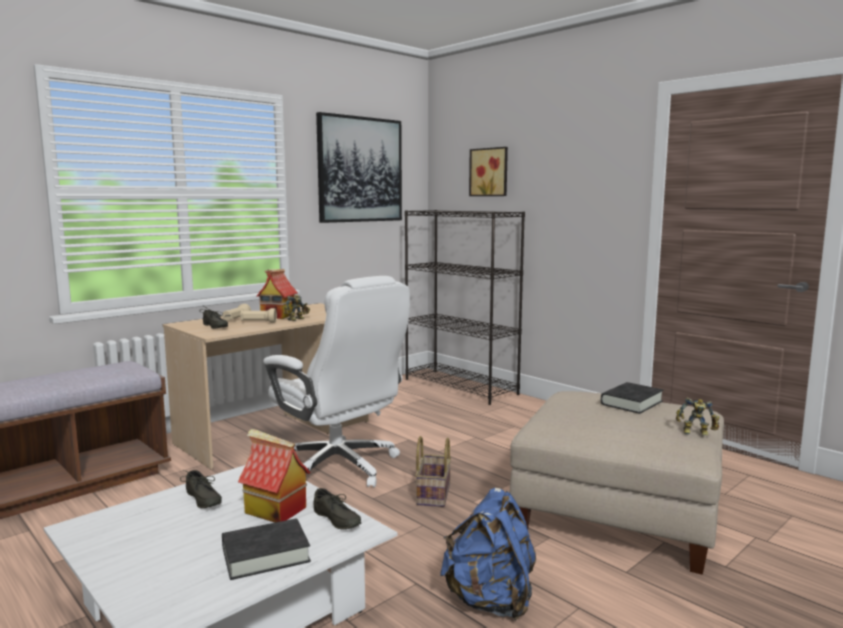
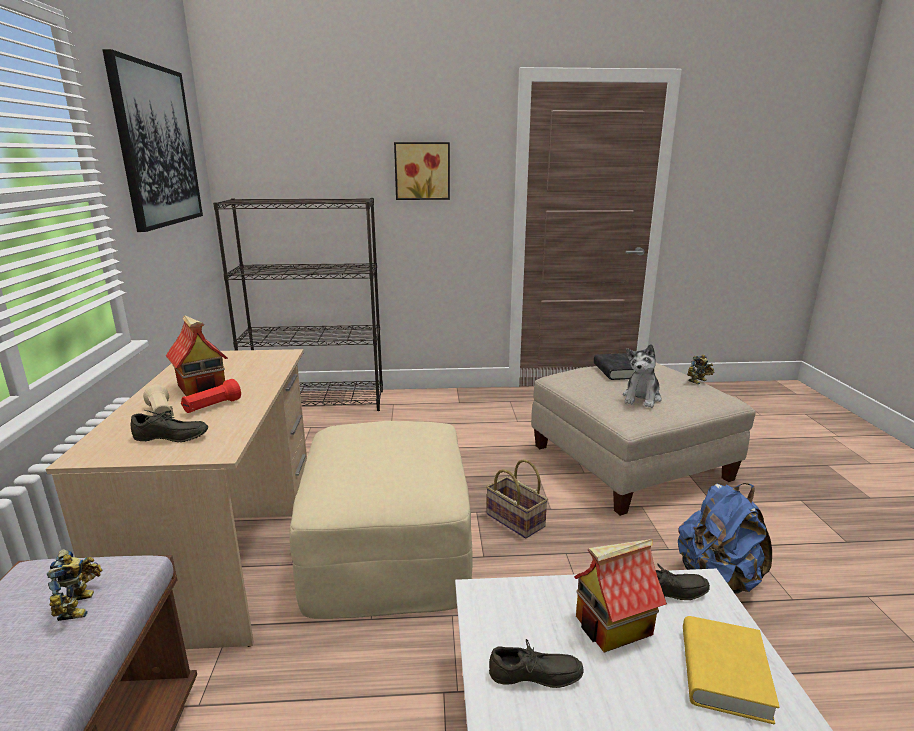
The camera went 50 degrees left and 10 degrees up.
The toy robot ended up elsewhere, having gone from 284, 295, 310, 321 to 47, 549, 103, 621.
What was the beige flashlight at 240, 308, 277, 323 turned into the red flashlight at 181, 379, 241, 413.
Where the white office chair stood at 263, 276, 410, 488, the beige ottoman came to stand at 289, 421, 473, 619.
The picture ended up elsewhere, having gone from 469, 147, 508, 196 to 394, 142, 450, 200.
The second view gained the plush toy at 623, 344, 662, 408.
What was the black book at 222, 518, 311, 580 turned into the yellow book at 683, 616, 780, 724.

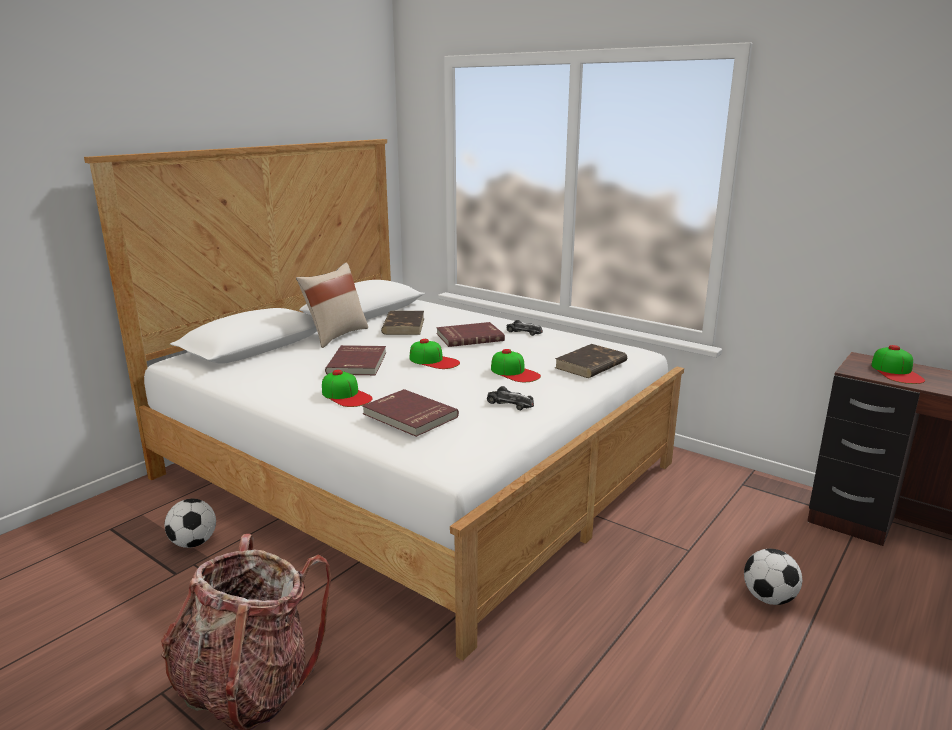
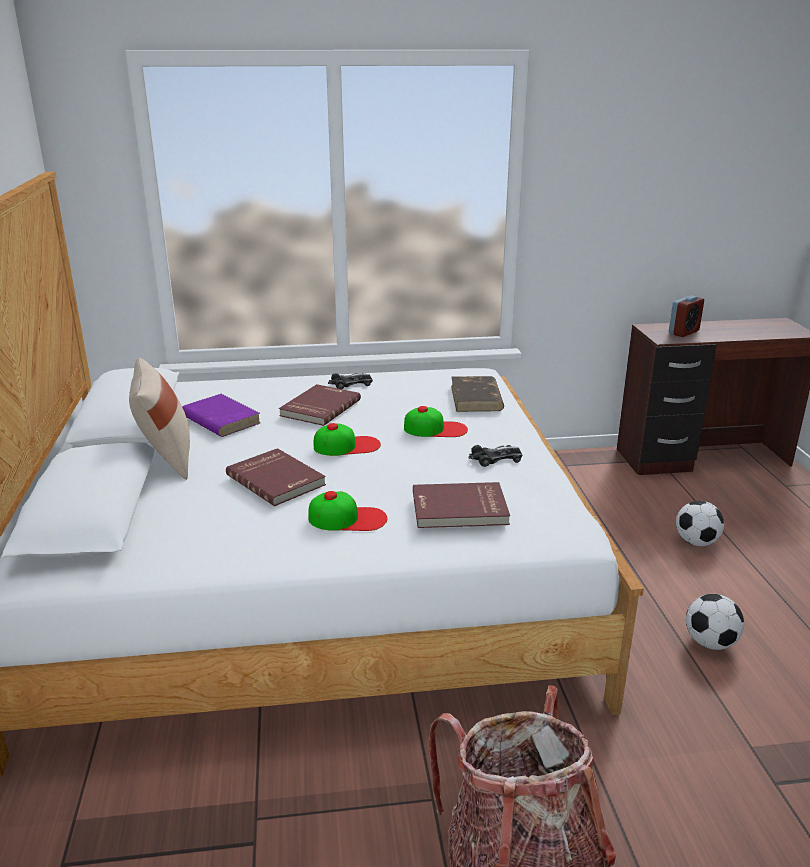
The camera went 45 degrees left and 5 degrees up.
What was the brown book at 381, 311, 424, 335 turned into the purple book at 182, 394, 260, 437.
Where the cap stood at 871, 345, 925, 384, the alarm clock came to stand at 669, 296, 704, 337.
The football ended up elsewhere, having gone from 164, 499, 216, 548 to 686, 594, 744, 650.

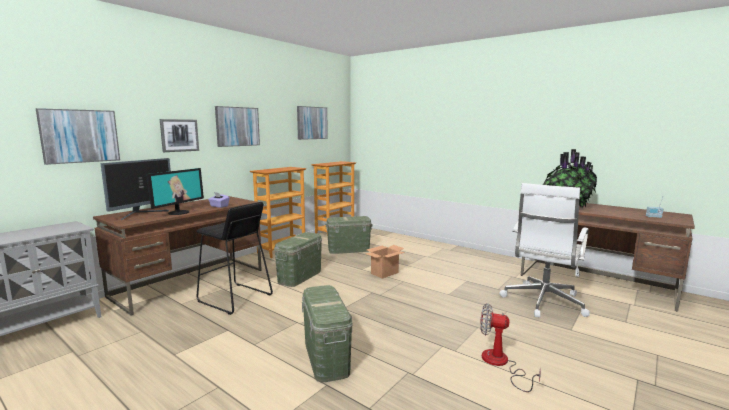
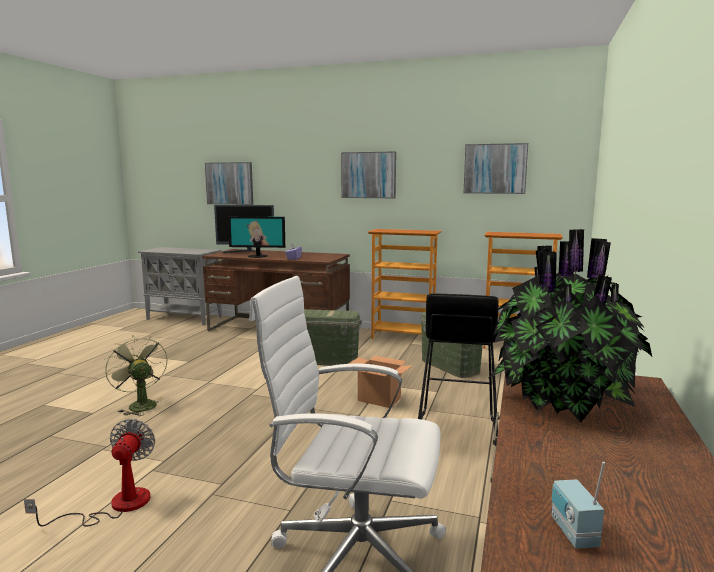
The camera went 70 degrees right and 0 degrees up.
Where the green storage box stood at 302, 285, 353, 383, the green fan came to stand at 104, 335, 168, 416.
The black stool ended up elsewhere, having gone from 196, 202, 273, 315 to 418, 293, 499, 446.
The second view lost the picture at 160, 119, 199, 152.

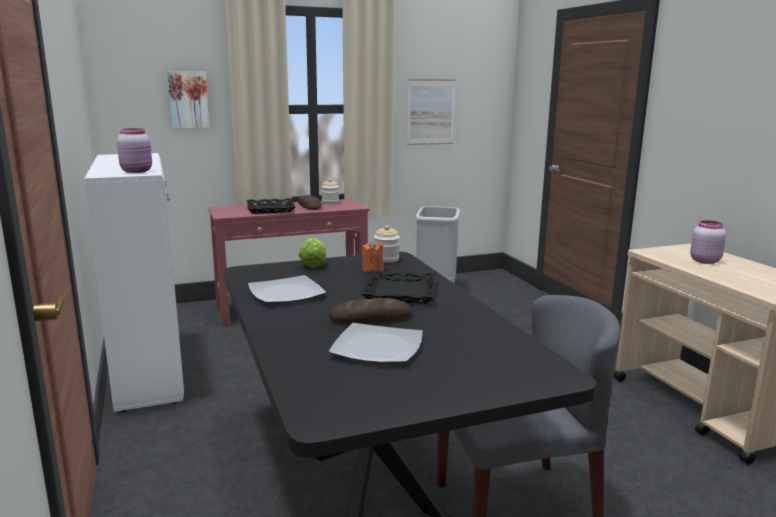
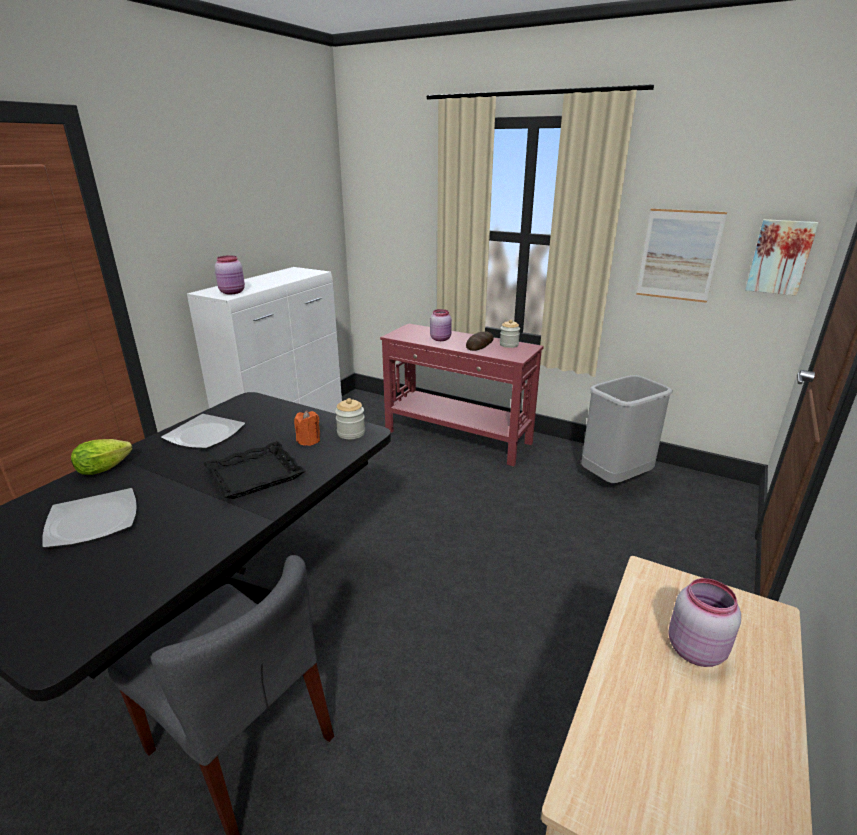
The camera went 50 degrees right and 10 degrees up.
The lettuce ended up elsewhere, having gone from 299, 238, 326, 268 to 71, 439, 132, 475.
Where the black tray stood at 247, 198, 295, 214, the pink jar came to stand at 430, 309, 452, 341.
The picture ended up elsewhere, having gone from 167, 71, 210, 129 to 745, 219, 818, 296.
The second view lost the bread at 329, 298, 412, 324.

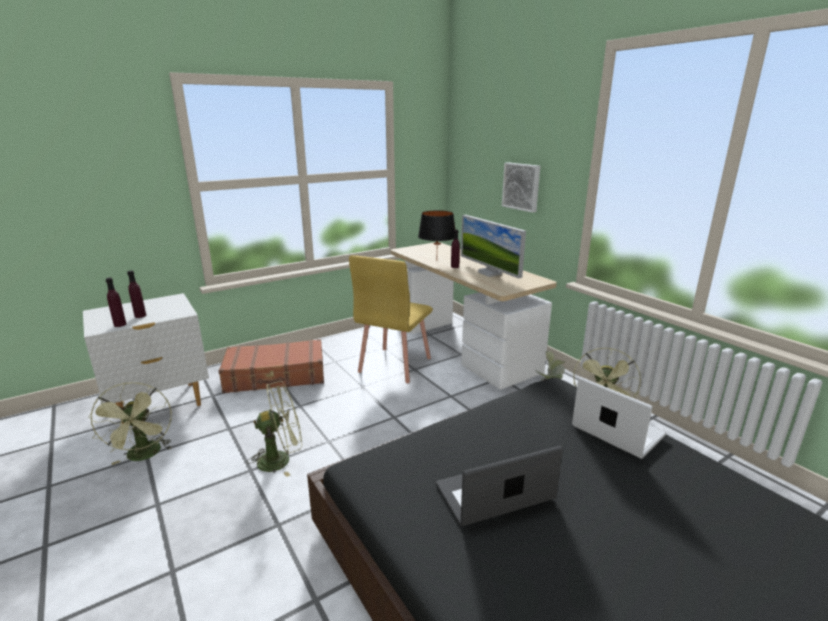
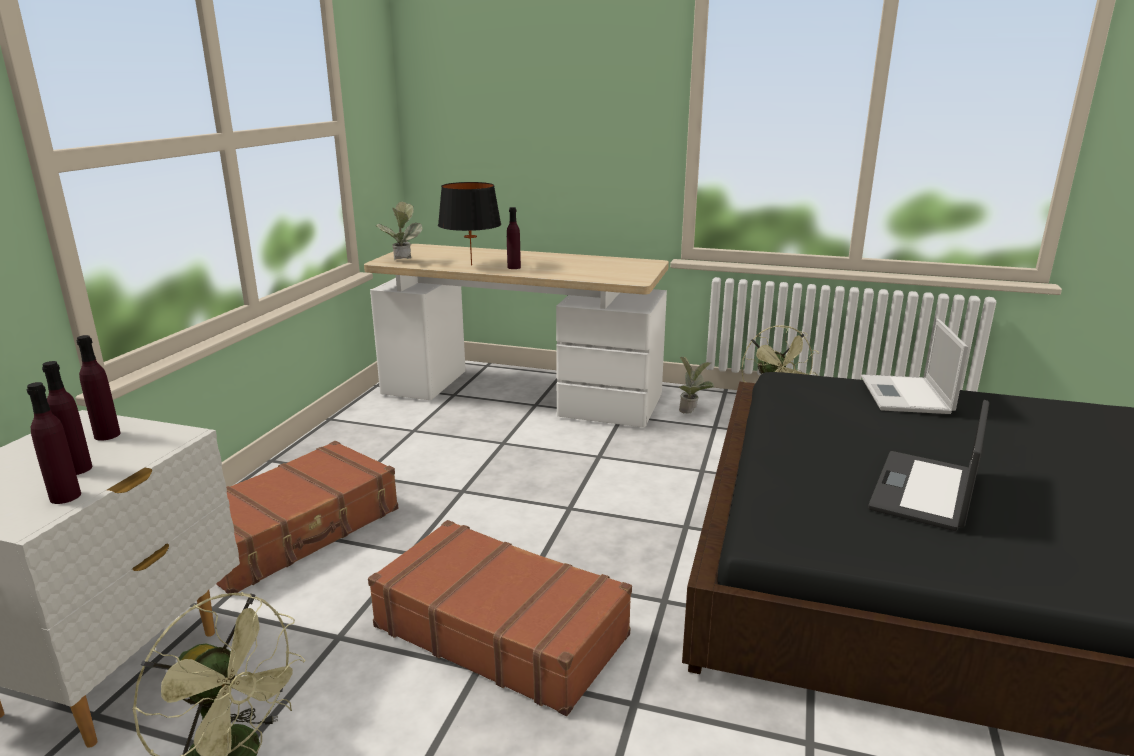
The camera went 40 degrees left and 0 degrees up.
The second view gained the purple bottle at 77, 335, 121, 441.
Where the green fan stood at 247, 381, 302, 477, the brown suitcase came to stand at 368, 520, 632, 716.
The second view gained the potted plant at 375, 202, 423, 260.
The laptop at 572, 377, 667, 459 ended up facing another way, 90 degrees counterclockwise from before.
The second view lost the yellow chair at 349, 255, 433, 383.
The second view lost the monitor at 461, 215, 526, 279.
The second view lost the picture at 502, 162, 540, 213.

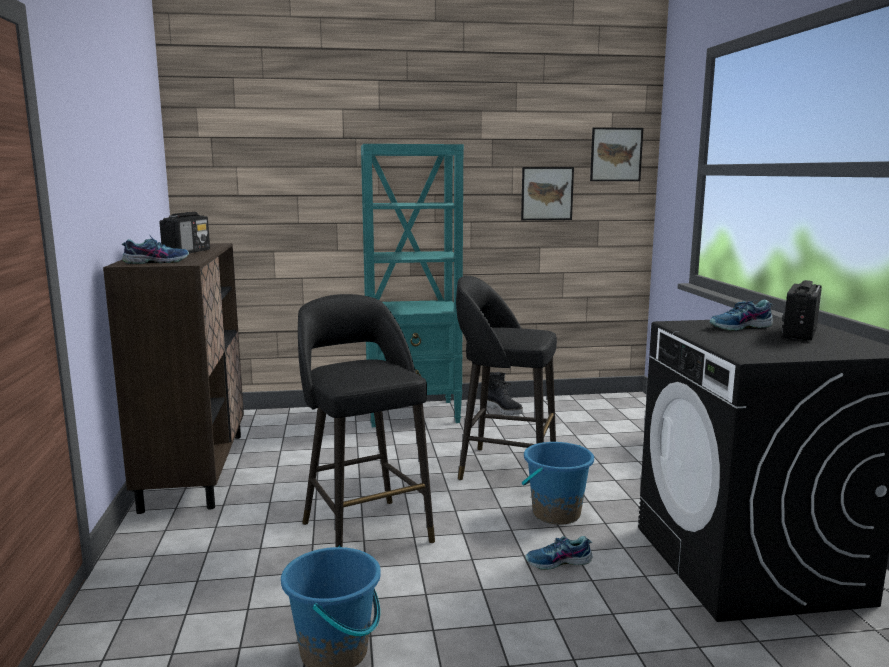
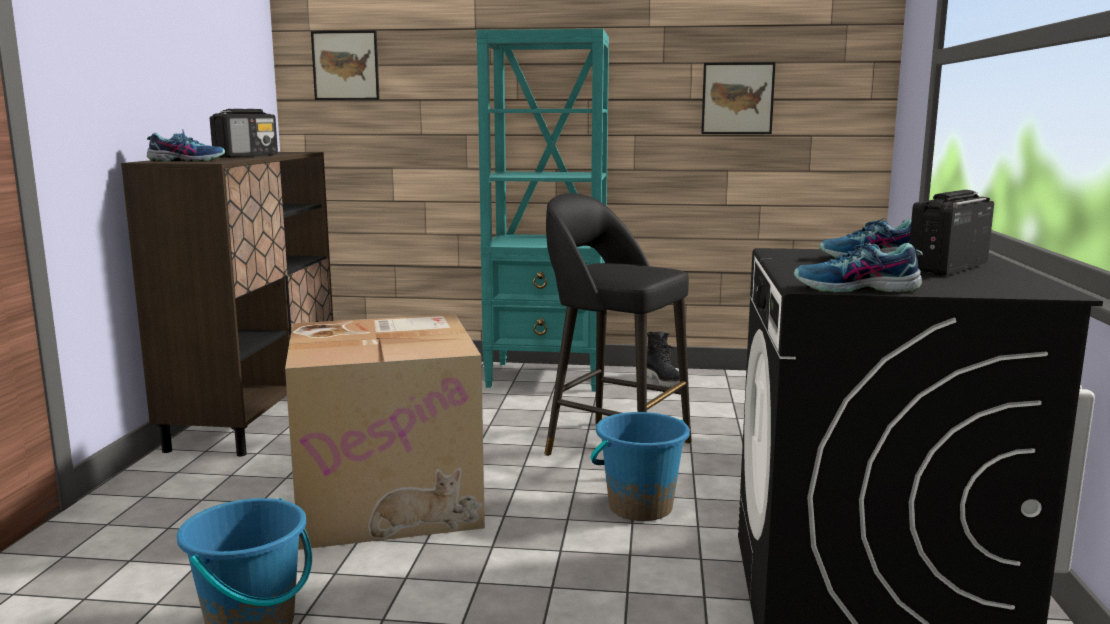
The camera went 15 degrees right and 0 degrees up.
Where the black stool stood at 298, 294, 435, 547, the cardboard box came to stand at 285, 314, 485, 550.
The picture ended up elsewhere, having gone from 590, 127, 643, 181 to 311, 30, 380, 100.
The shoe ended up elsewhere, having gone from 525, 536, 592, 570 to 794, 241, 923, 292.

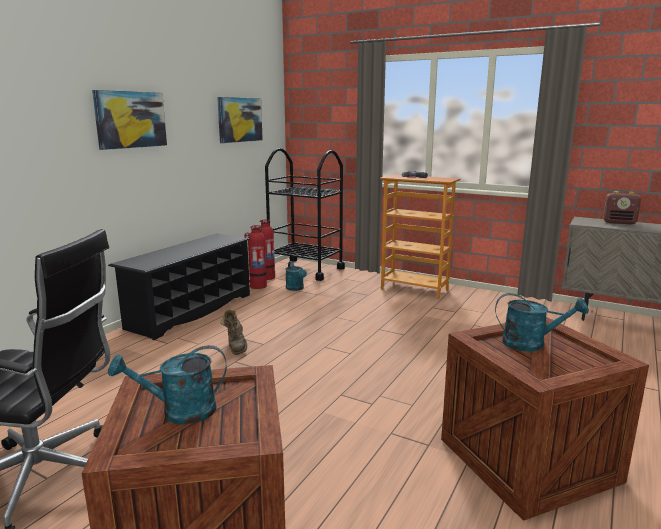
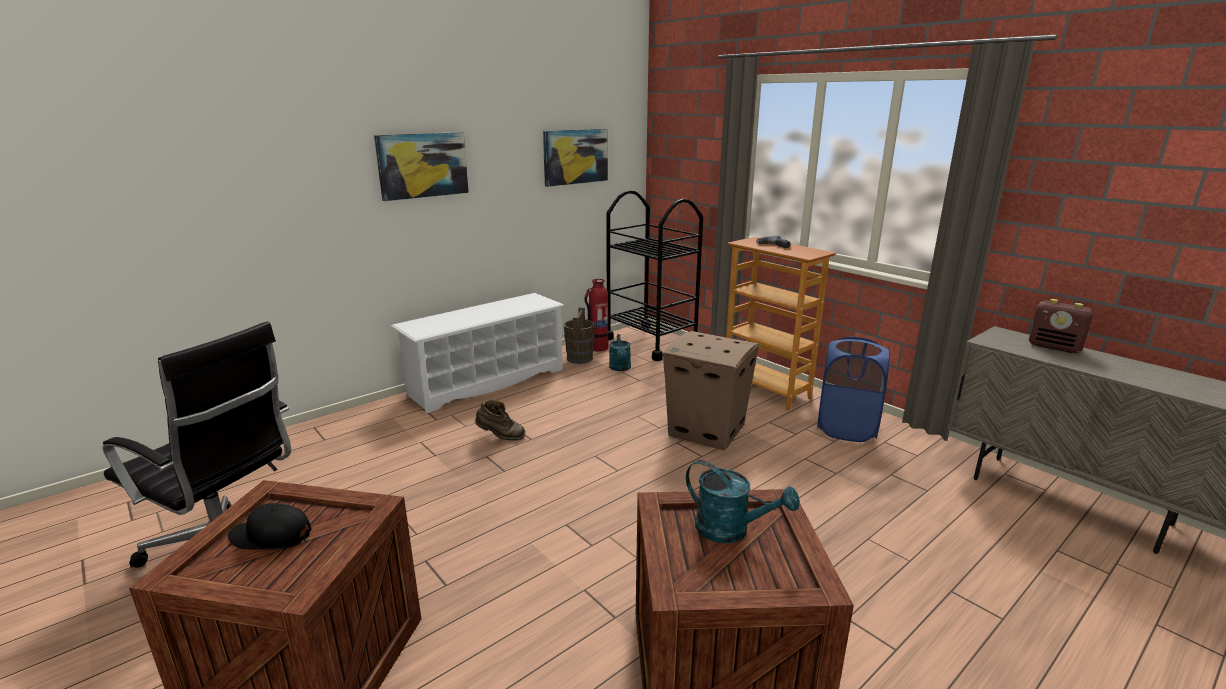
The camera went 20 degrees right and 5 degrees up.
Where the turquoise watering can stood at 108, 345, 227, 425, the black cap came to stand at 228, 503, 312, 550.
What was the black shoe rack at 108, 233, 250, 340 turned into the white shoe rack at 390, 293, 565, 414.
The brown boot at 221, 309, 247, 355 ended up facing another way, 90 degrees counterclockwise from before.
Where the fire extinguisher stood at 244, 225, 267, 289, the brown bucket came to stand at 564, 308, 595, 364.
The second view gained the cardboard box at 663, 331, 759, 450.
The second view gained the blue laundry basket at 817, 337, 890, 442.

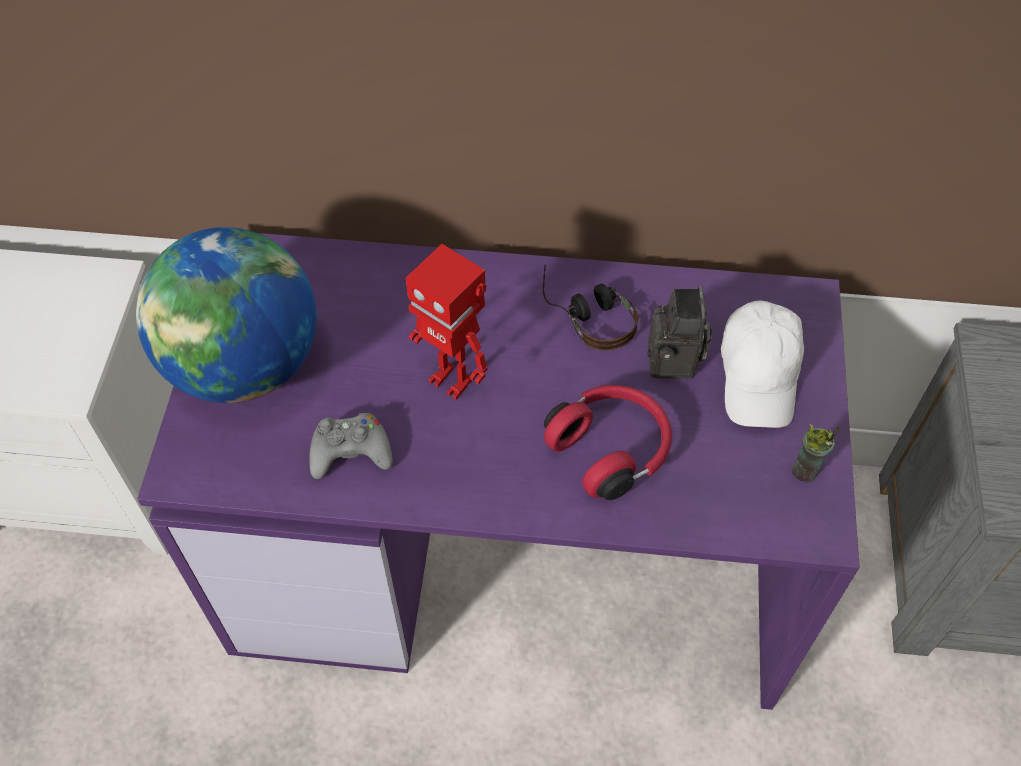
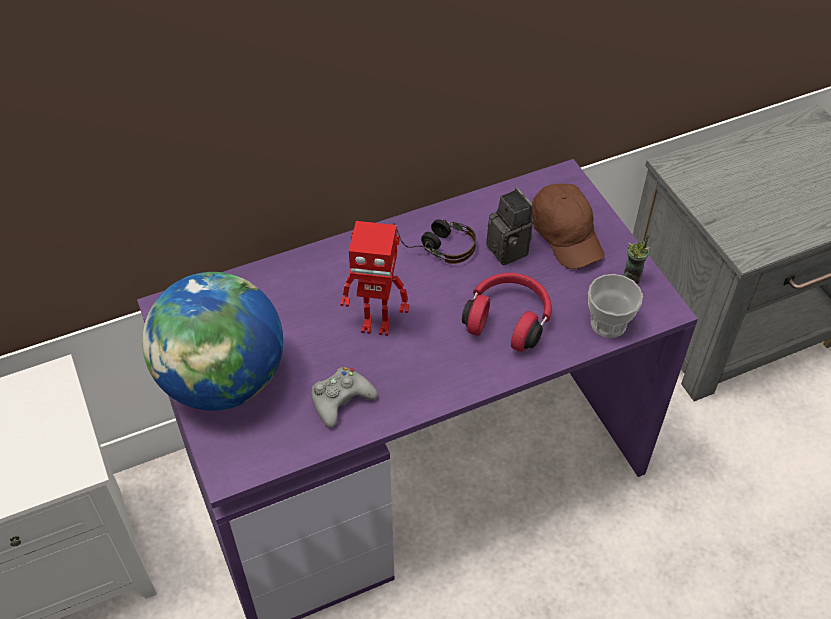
The camera went 30 degrees left and 5 degrees down.
What was the white cap at 721, 300, 804, 428 turned into the brown cap at 532, 184, 605, 269.
The second view gained the cup at 588, 274, 643, 338.

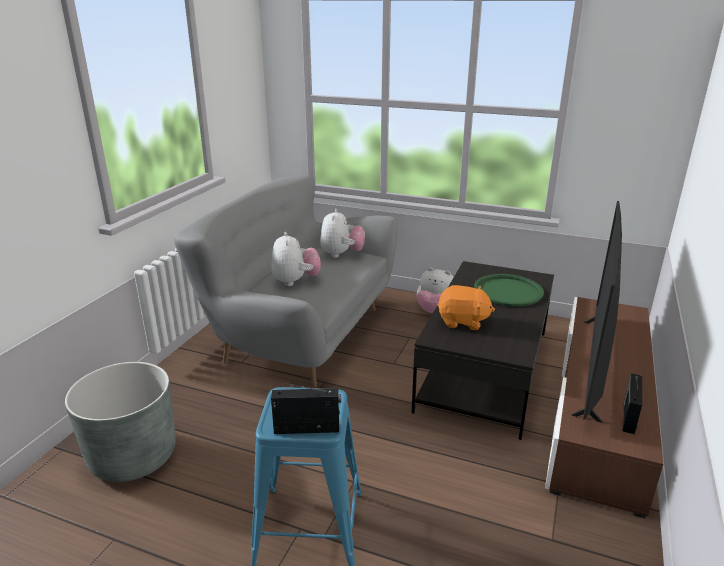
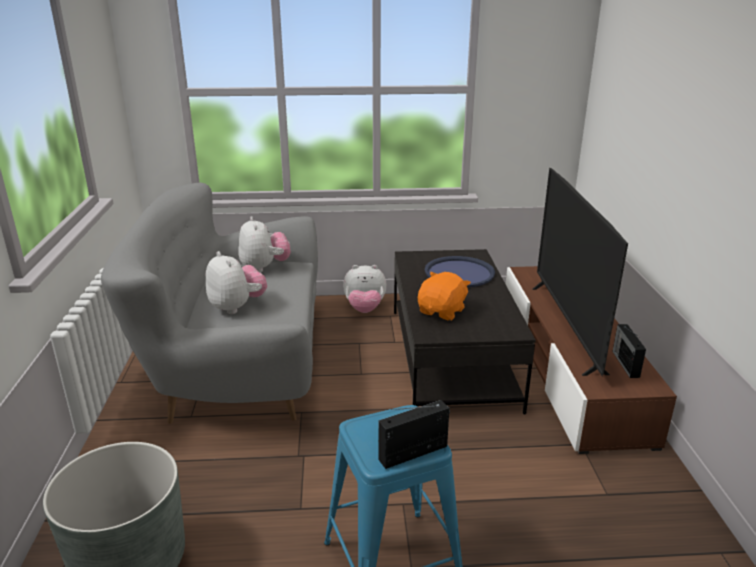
The camera went 25 degrees left and 0 degrees up.
The orange plush toy at 437, 285, 495, 330 ended up facing another way, 45 degrees counterclockwise from before.
What was the green tray at 474, 274, 544, 306 turned into the blue tray at 425, 256, 495, 287.

